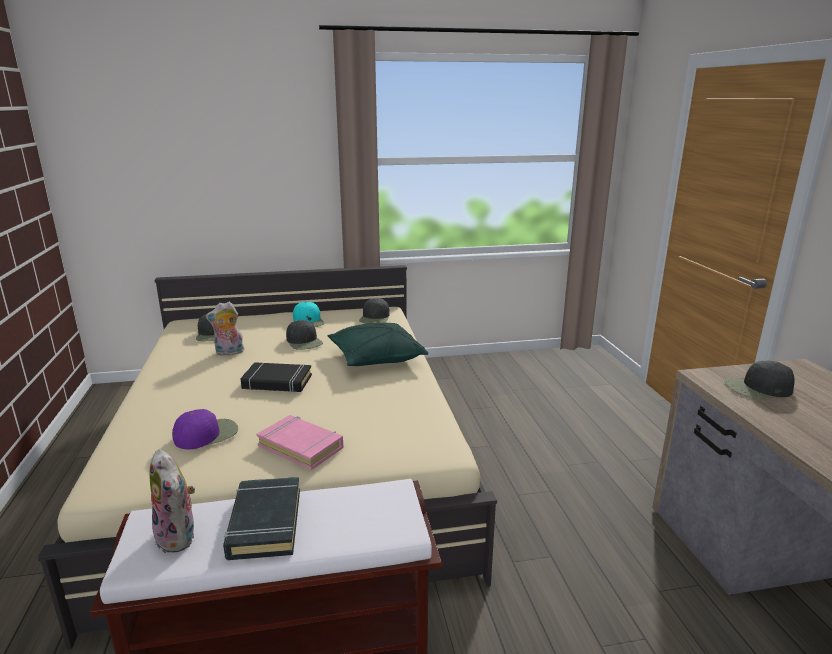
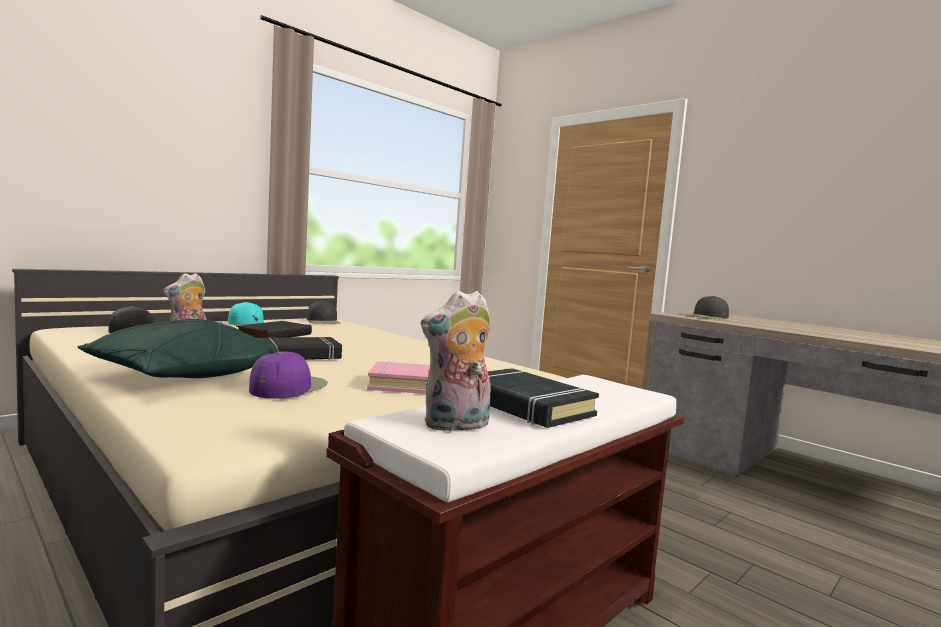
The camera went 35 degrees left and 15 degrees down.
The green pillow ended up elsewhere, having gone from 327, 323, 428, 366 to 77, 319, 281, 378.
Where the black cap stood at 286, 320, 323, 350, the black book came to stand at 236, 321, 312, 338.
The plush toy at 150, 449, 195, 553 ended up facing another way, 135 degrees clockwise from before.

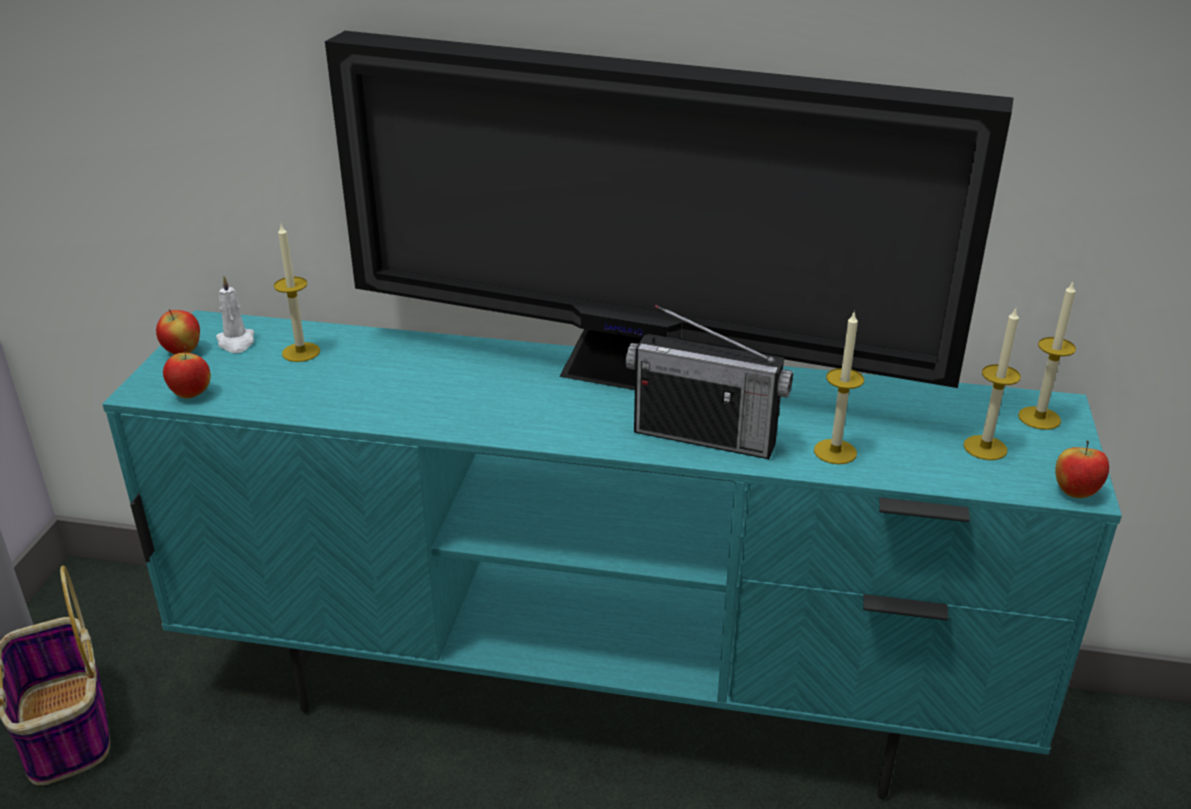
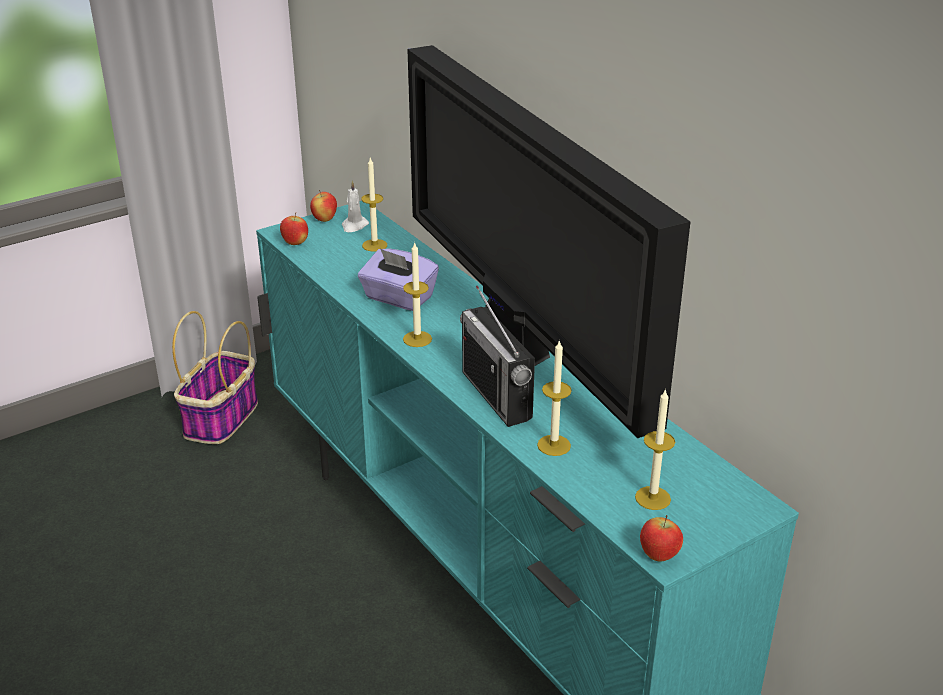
The camera went 45 degrees right and 0 degrees up.
The second view gained the purple tissue box at 358, 248, 439, 311.
The candle ended up elsewhere, having gone from 1018, 282, 1076, 430 to 403, 242, 432, 347.

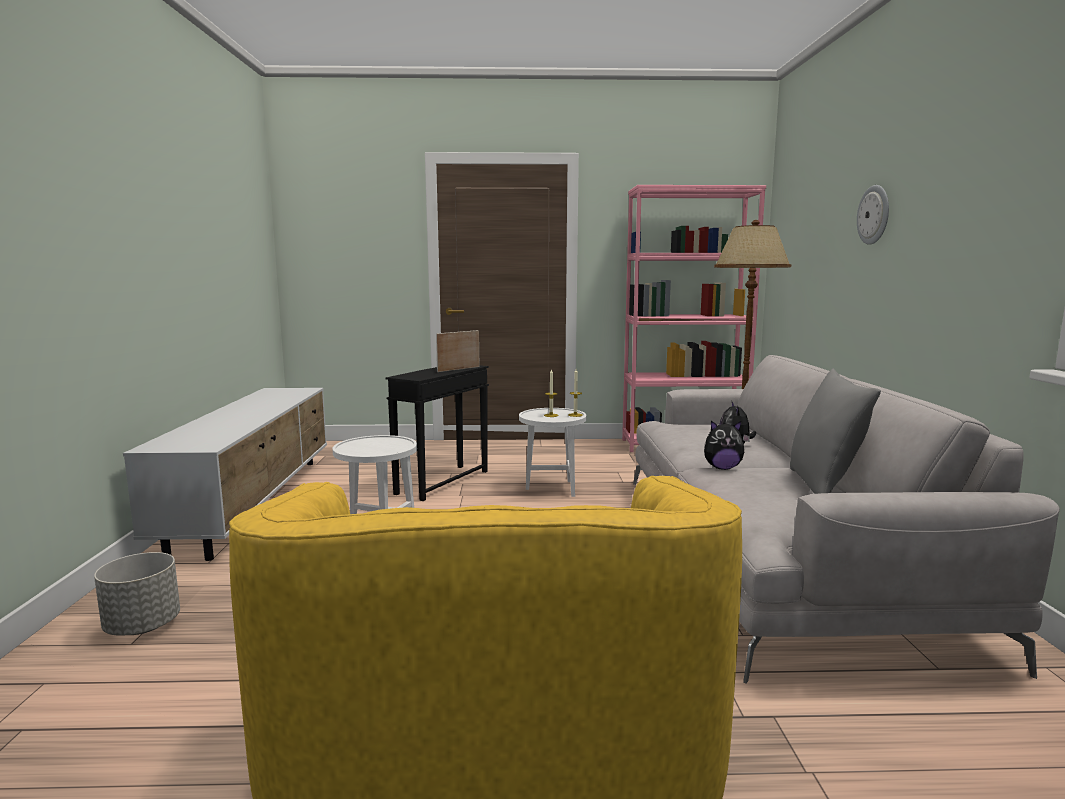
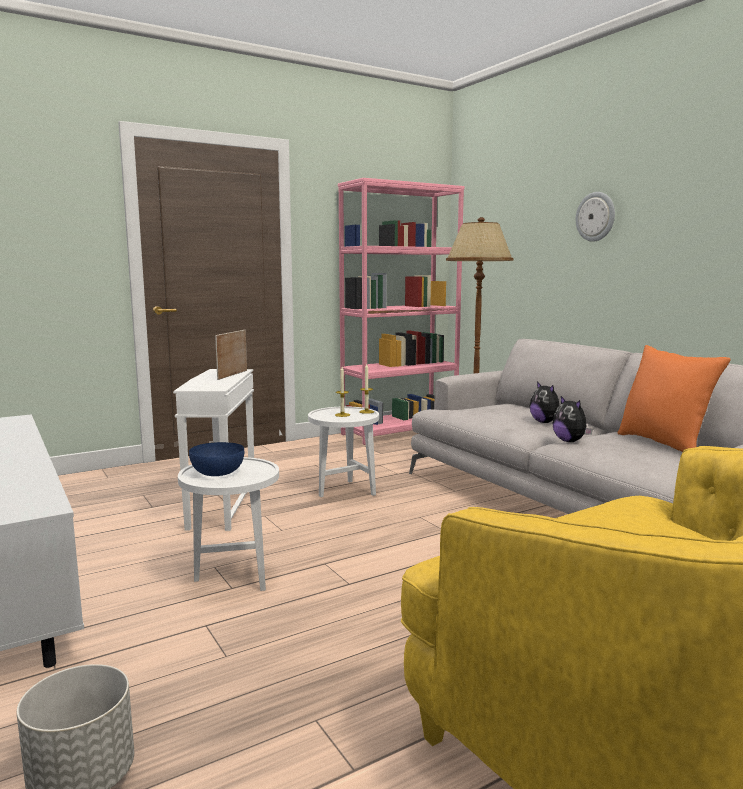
The camera went 30 degrees left and 0 degrees up.
What was the black side table at 386, 365, 489, 501 turned into the white side table at 173, 369, 254, 531.
The second view gained the blue bowl at 189, 442, 244, 476.
The plush toy at 704, 421, 744, 470 ended up facing another way, 90 degrees clockwise from before.
What was the grey pillow at 790, 369, 881, 494 turned into the orange pillow at 618, 345, 731, 452.

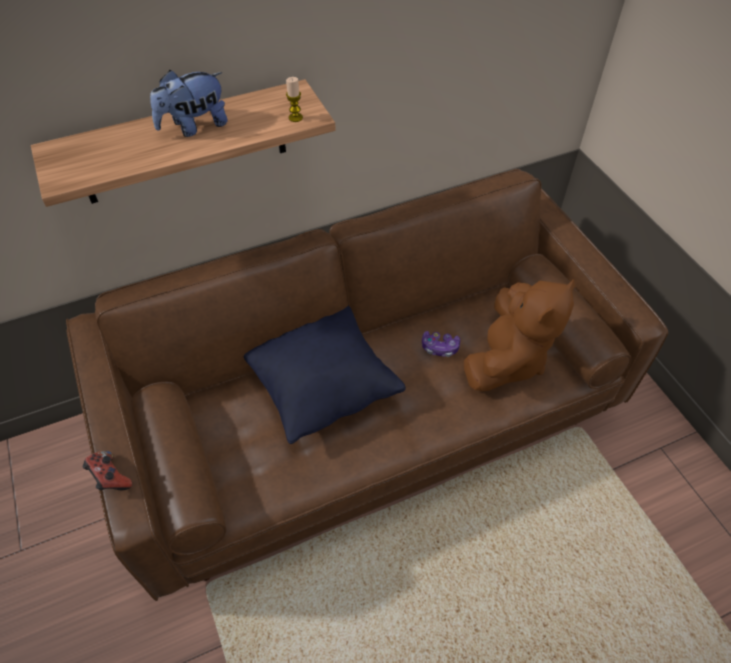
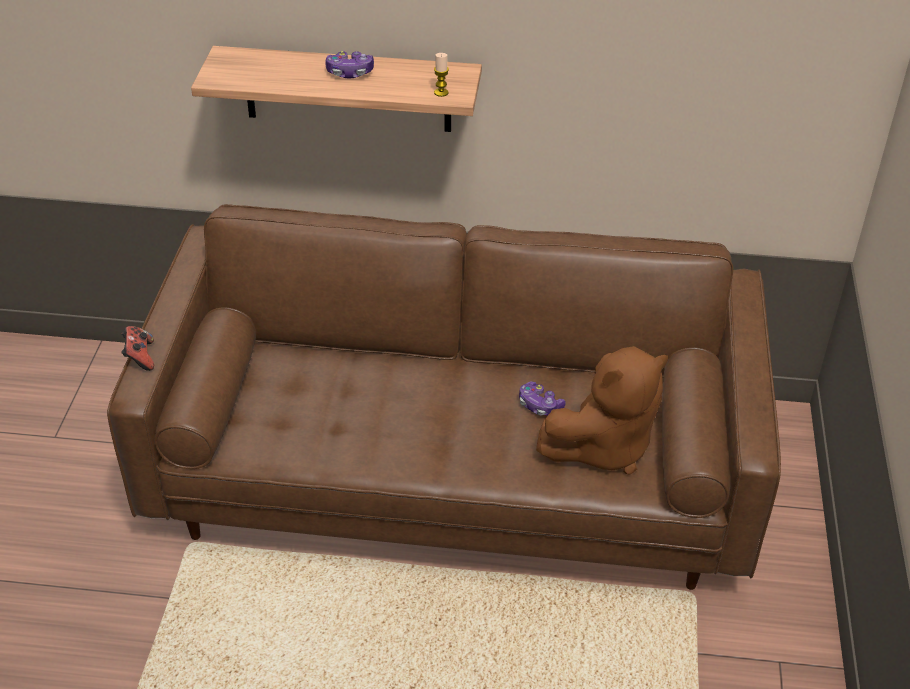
The camera went 30 degrees right and 10 degrees down.
Where the plush toy stood at 150, 70, 228, 137, the game controller came to stand at 325, 51, 374, 79.
The second view lost the black pillow at 244, 306, 406, 444.

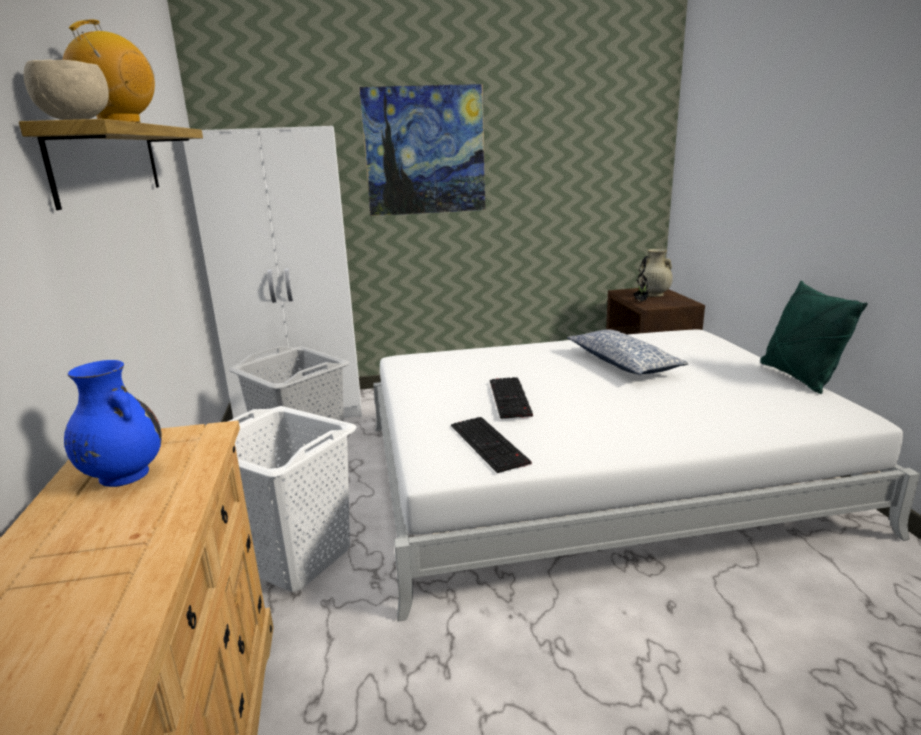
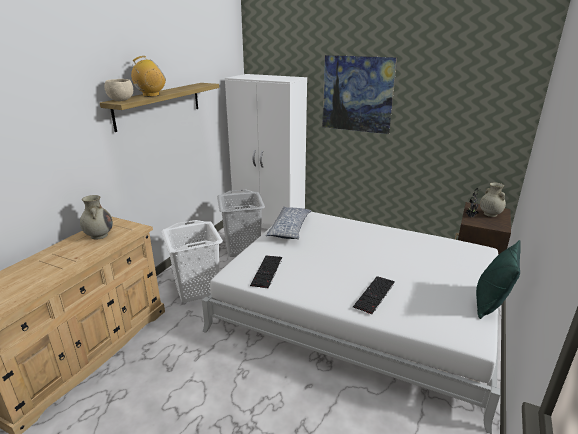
The camera went 35 degrees right and 5 degrees up.
What was the blue vase at 64, 360, 162, 487 turned into the beige vase at 80, 195, 113, 239.
The pillow ended up elsewhere, having gone from 567, 330, 689, 375 to 266, 207, 312, 239.
The keyboard ended up elsewhere, having gone from 490, 377, 533, 419 to 353, 276, 395, 314.

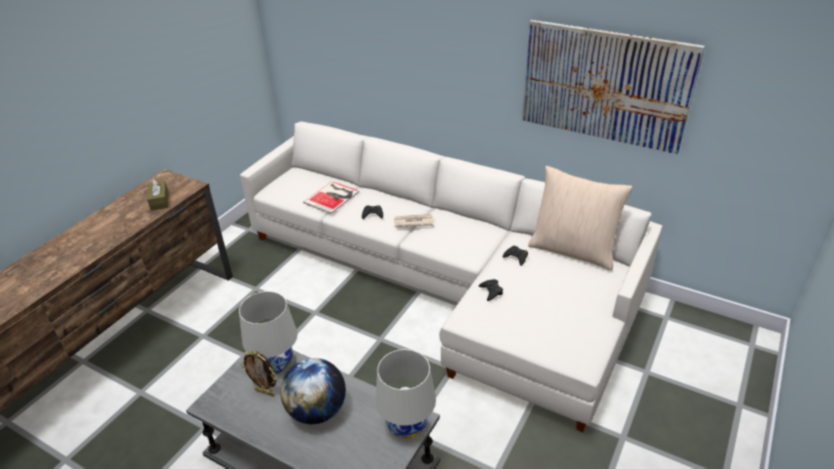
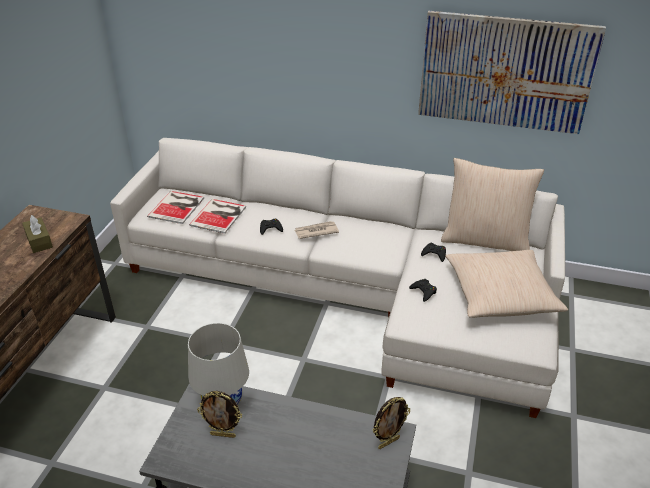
The camera went 15 degrees left and 0 degrees up.
The second view gained the book at 147, 191, 204, 224.
Where the white table lamp stood at 375, 349, 436, 439, the picture frame came to stand at 373, 397, 410, 449.
The second view gained the beige pillow at 445, 250, 568, 318.
The second view lost the globe at 280, 358, 346, 424.

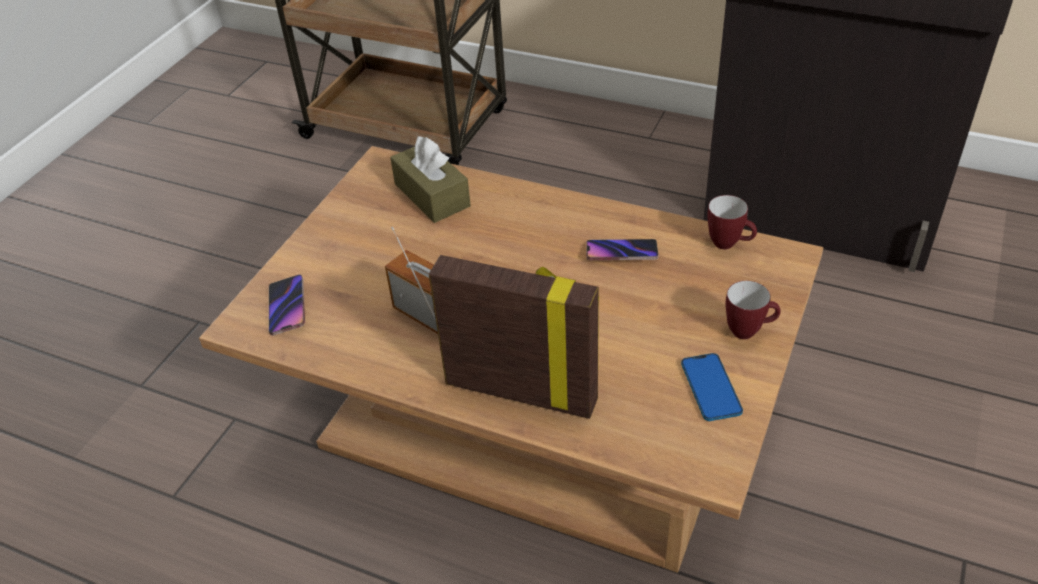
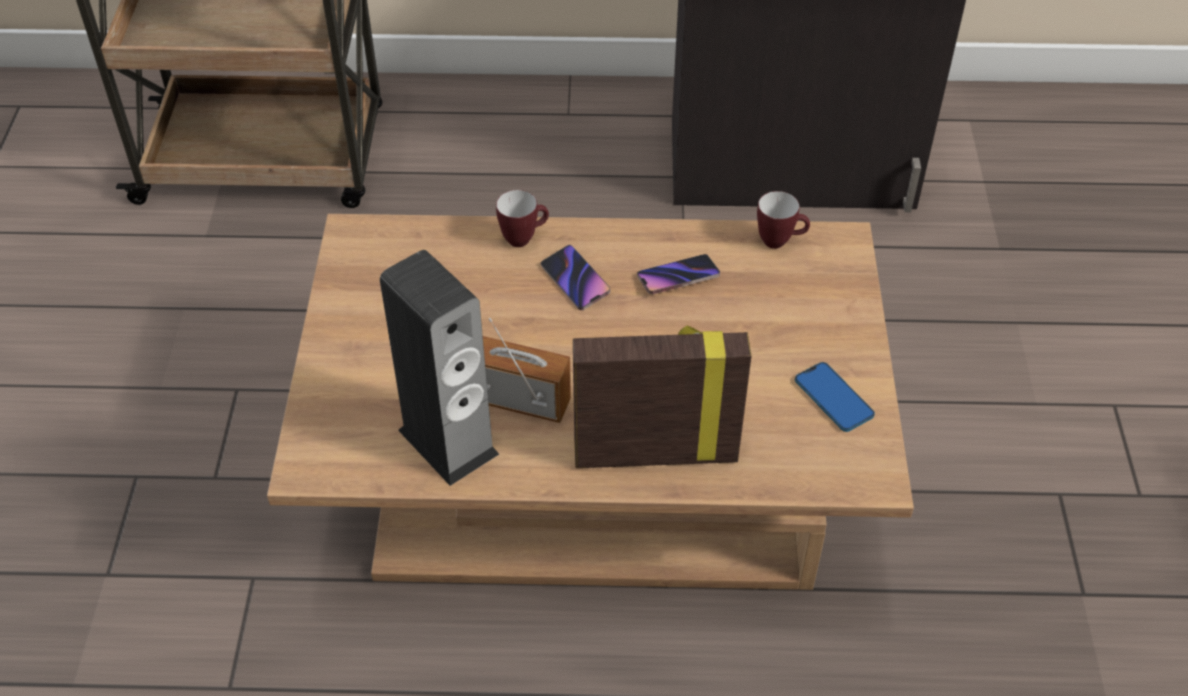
The camera went 25 degrees left and 5 degrees up.
The second view gained the speaker at 380, 250, 499, 486.
The mug ended up elsewhere, having gone from 726, 281, 781, 339 to 496, 190, 549, 247.
The phone ended up elsewhere, having gone from 269, 274, 305, 335 to 541, 245, 611, 310.
The second view lost the brown tissue box at 390, 136, 471, 223.

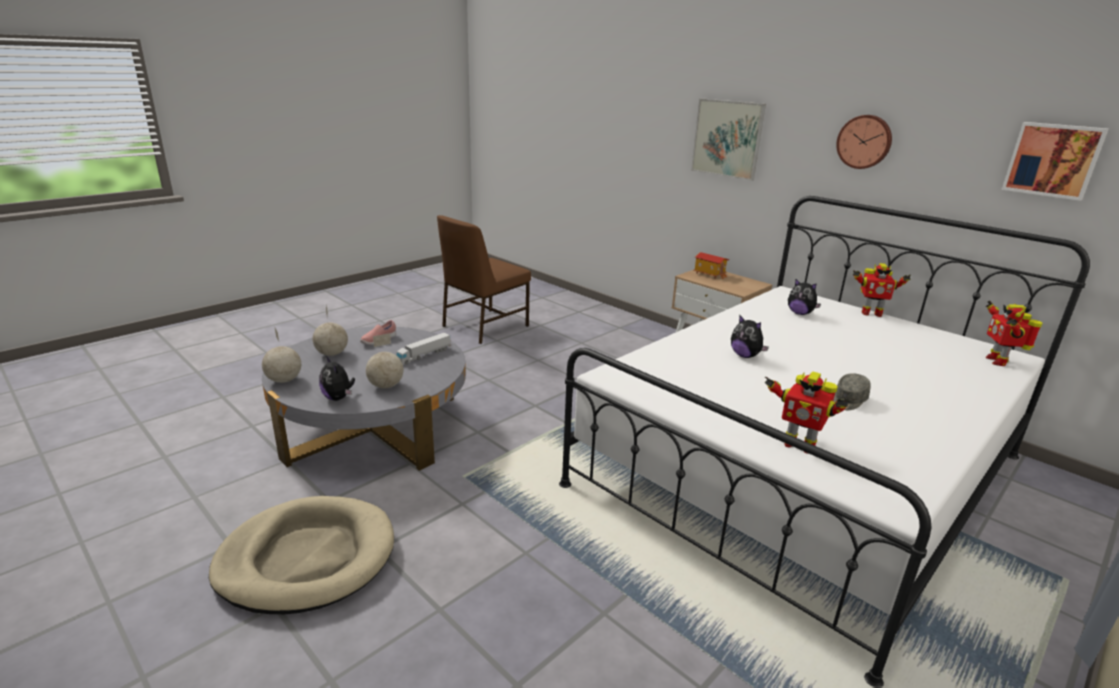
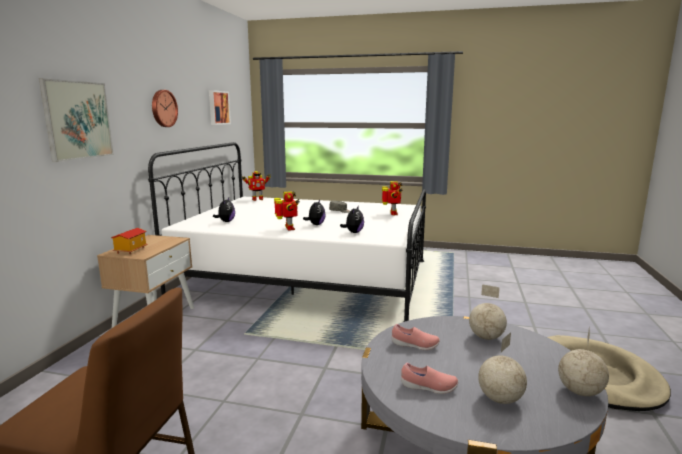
The camera went 120 degrees left and 10 degrees down.
The toy robot ended up elsewhere, having gone from 853, 263, 911, 317 to 274, 192, 300, 231.
The plush toy ended up elsewhere, having gone from 319, 356, 355, 401 to 340, 206, 364, 233.
Where the toy truck stood at 396, 333, 451, 365, the pink shoe came to stand at 392, 324, 440, 350.

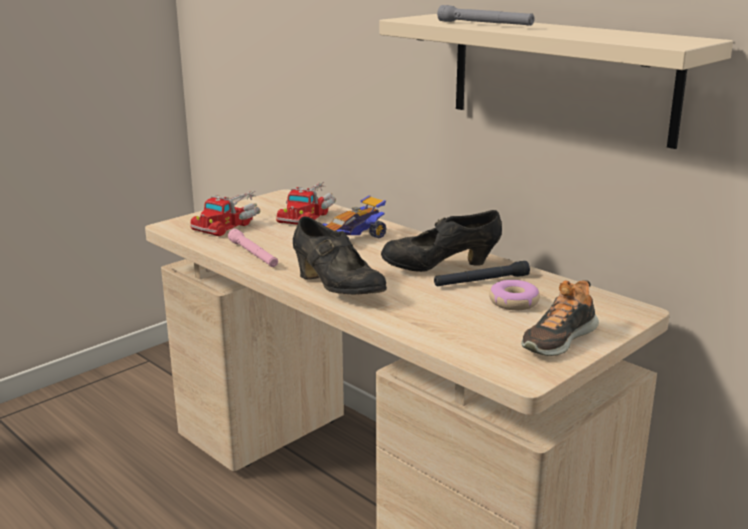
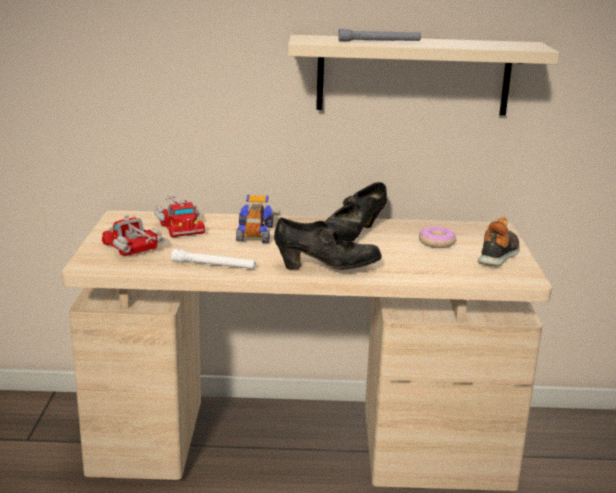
The camera went 45 degrees left and 0 degrees up.
The toy truck at 190, 190, 260, 236 ended up facing another way, 150 degrees clockwise from before.
What was the pink flashlight at 228, 229, 278, 267 turned into the white flashlight at 171, 249, 256, 269.
The shoe at 521, 280, 599, 356 ended up facing another way, 150 degrees counterclockwise from before.
The second view lost the black flashlight at 434, 261, 530, 287.

